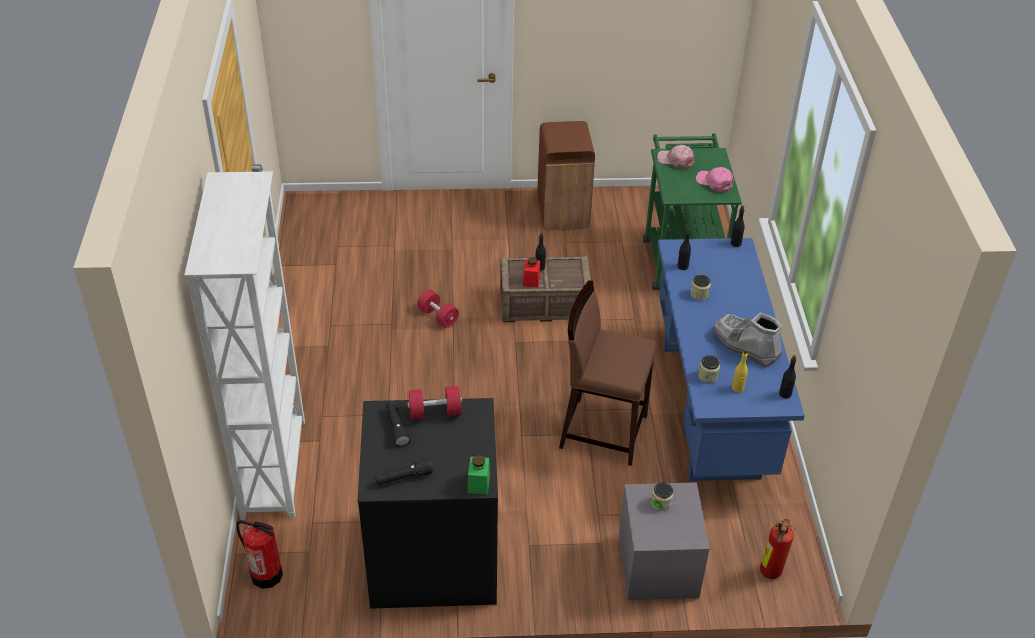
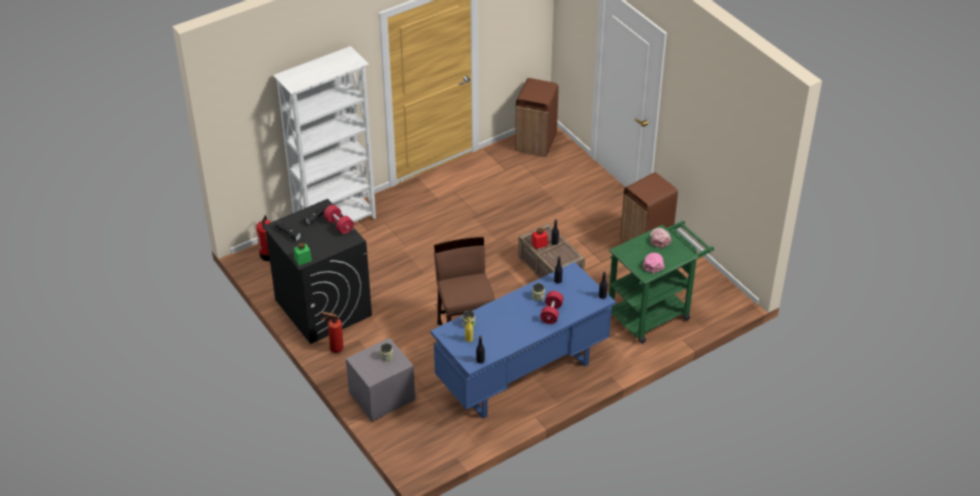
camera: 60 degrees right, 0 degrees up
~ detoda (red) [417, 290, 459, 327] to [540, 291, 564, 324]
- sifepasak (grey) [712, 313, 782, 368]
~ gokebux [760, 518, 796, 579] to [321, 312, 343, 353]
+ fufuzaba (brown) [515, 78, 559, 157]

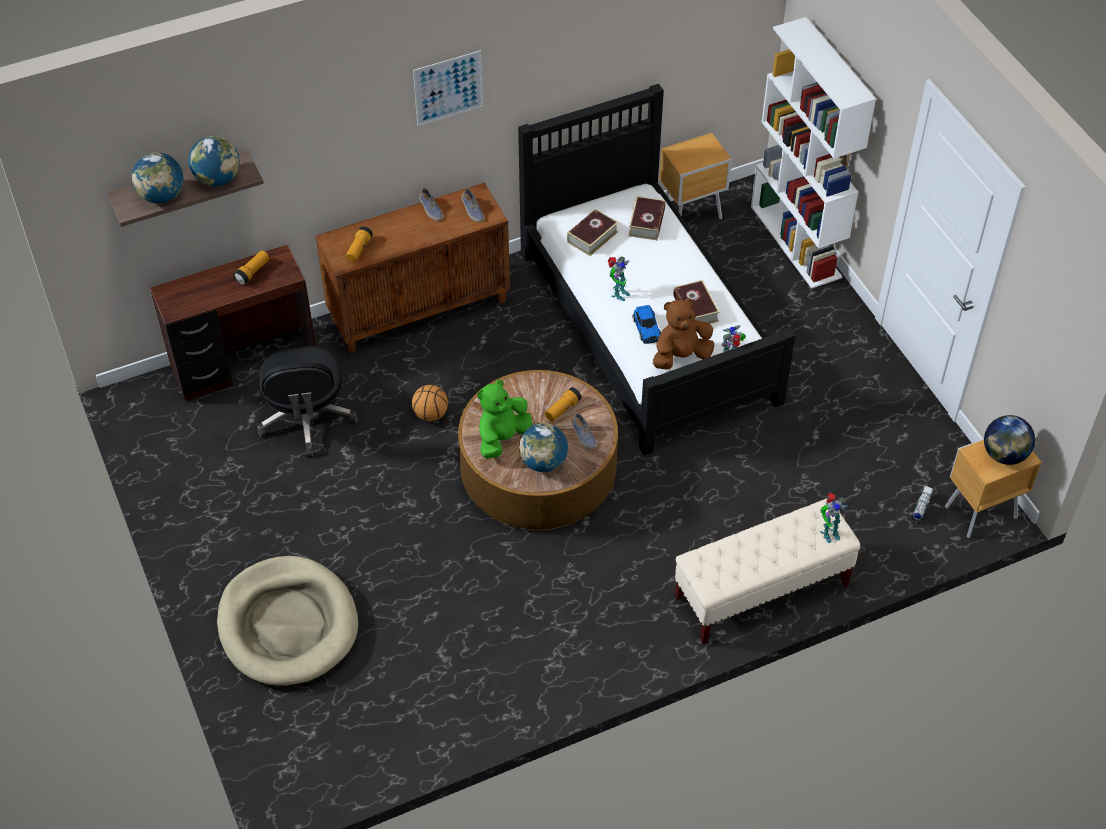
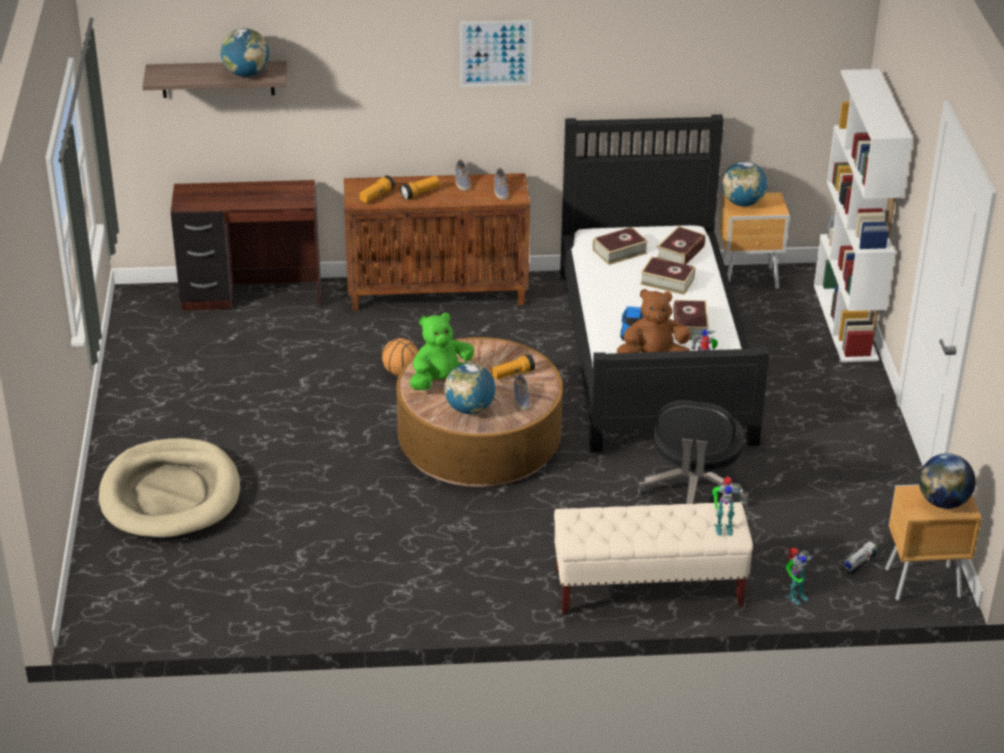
camera: 20 degrees right, 15 degrees down
~ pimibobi [132, 152, 184, 203] to [722, 161, 767, 206]
~ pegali [233, 250, 269, 285] to [400, 176, 440, 200]
~ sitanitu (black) [257, 346, 358, 457] to [637, 400, 749, 508]
~ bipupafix [608, 257, 630, 301] to [786, 547, 813, 605]
+ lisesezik [640, 257, 695, 295]

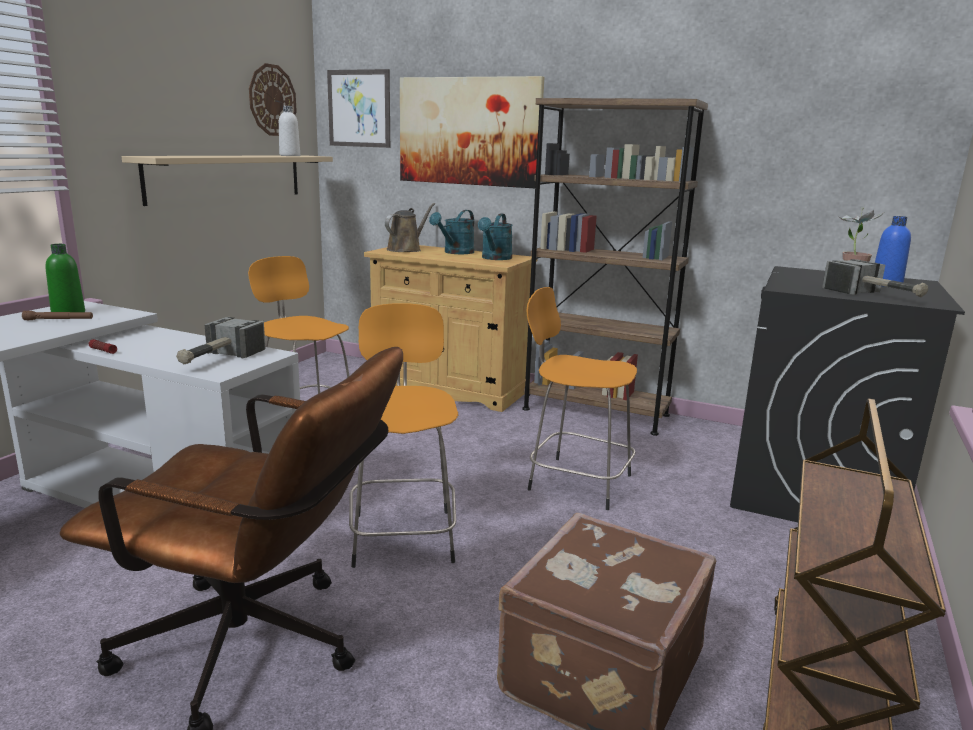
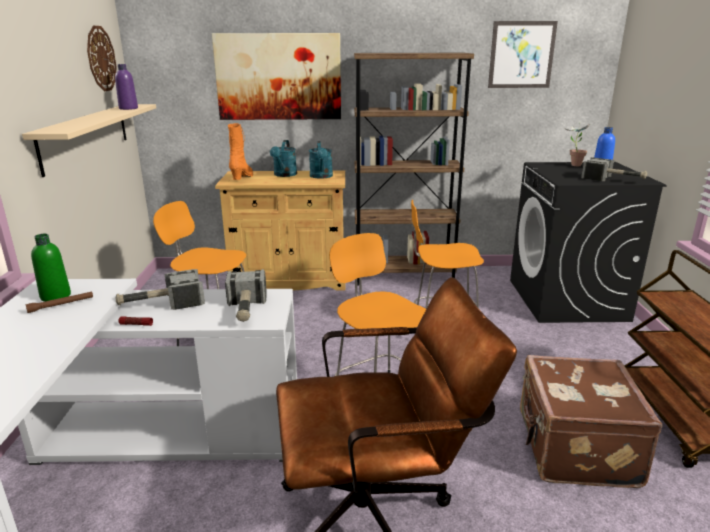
camera: 25 degrees left, 5 degrees up
~ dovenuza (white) [279, 106, 300, 156] to dovenuza (purple) [115, 64, 138, 110]
~ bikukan [327, 69, 390, 148] to [488, 21, 558, 88]
~ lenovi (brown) [385, 203, 435, 252] to sifepasak (orange) [228, 123, 253, 180]
+ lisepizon [116, 269, 205, 310]

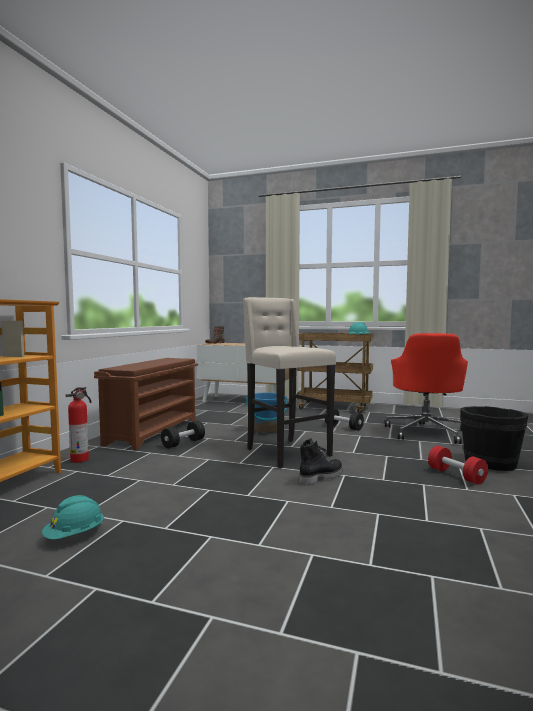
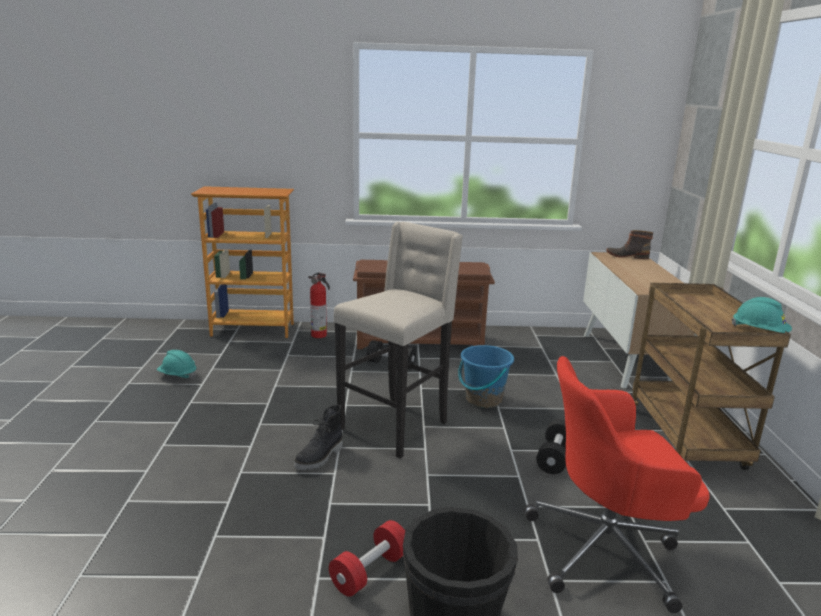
camera: 70 degrees right, 15 degrees up
~ sifepasak (black) [299, 438, 343, 486] = [294, 405, 343, 470] 90 degrees clockwise

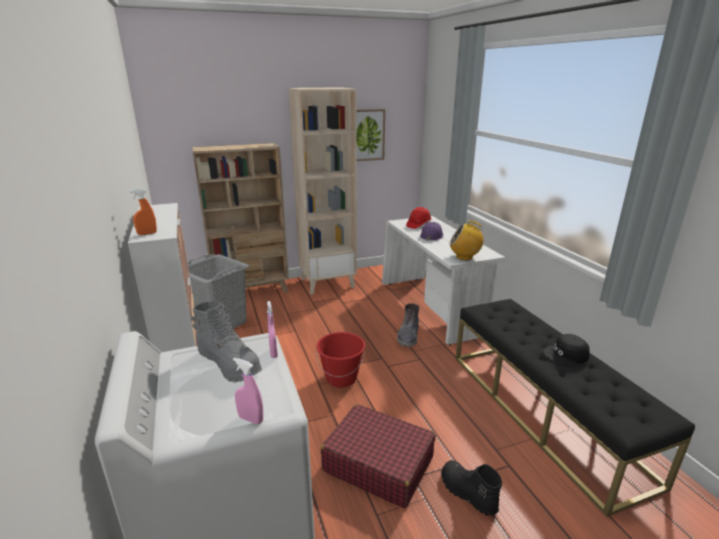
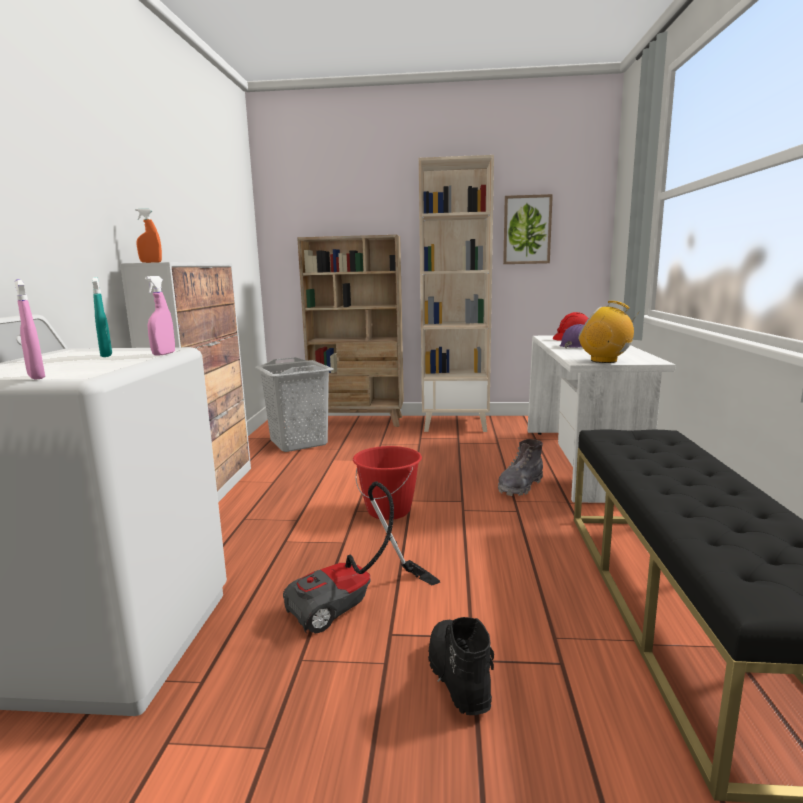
camera: 25 degrees right, 10 degrees down
~ sifepasak (grey) [191, 301, 262, 382] to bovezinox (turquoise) [92, 277, 112, 357]
~ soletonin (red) [321, 404, 436, 508] to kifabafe [283, 481, 440, 634]
- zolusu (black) [543, 334, 590, 365]

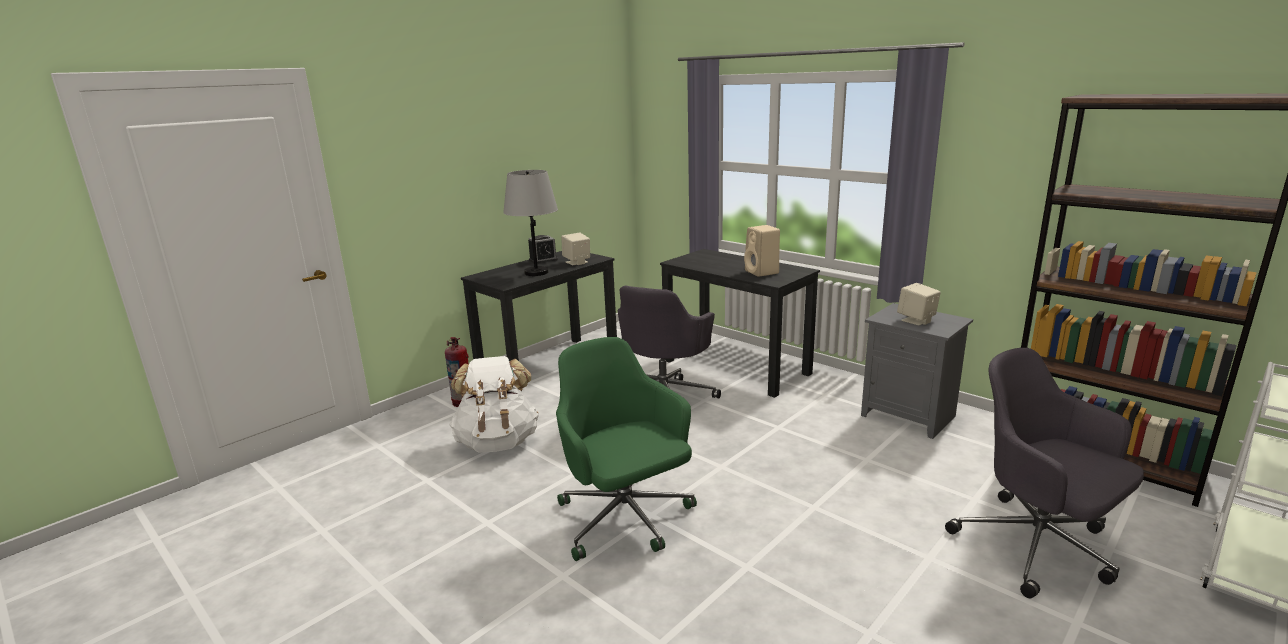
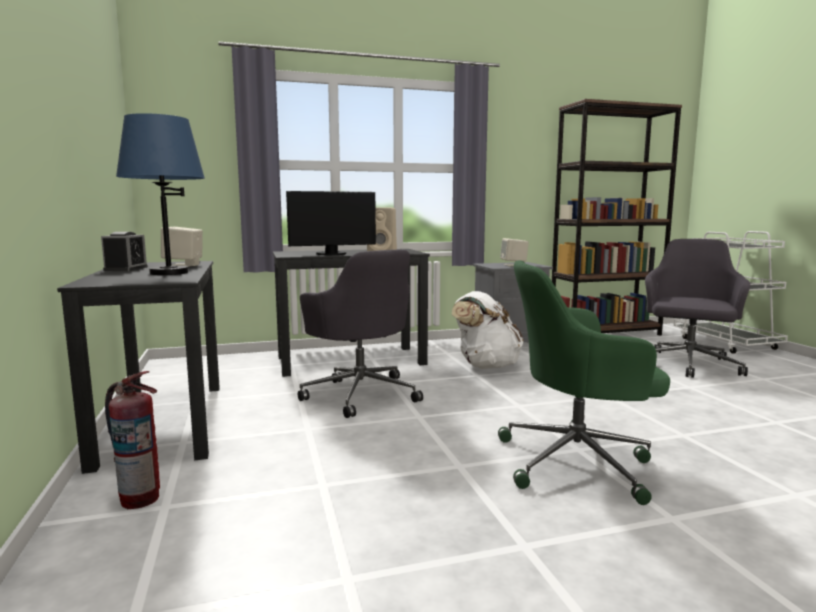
camera: 60 degrees left, 10 degrees down
~ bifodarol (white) [449, 356, 539, 453] to [452, 291, 524, 369]
~ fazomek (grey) [503, 170, 558, 276] to fazomek (blue) [116, 113, 205, 275]
~ sitanitu (grey) [945, 348, 1144, 598] = [645, 239, 750, 378] 120 degrees clockwise
+ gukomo [286, 191, 376, 255]

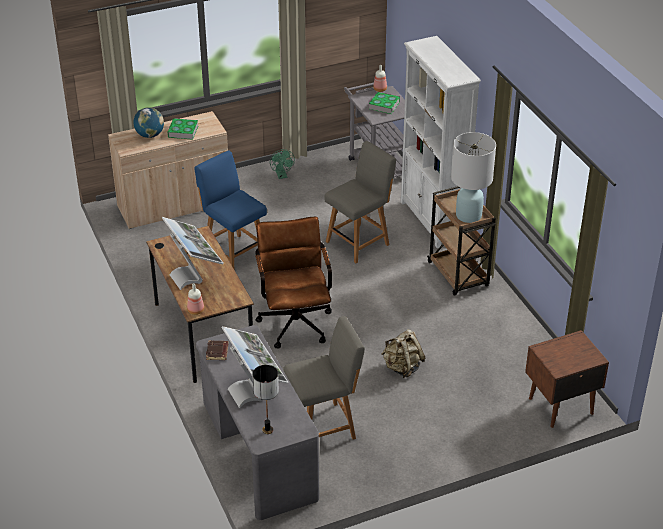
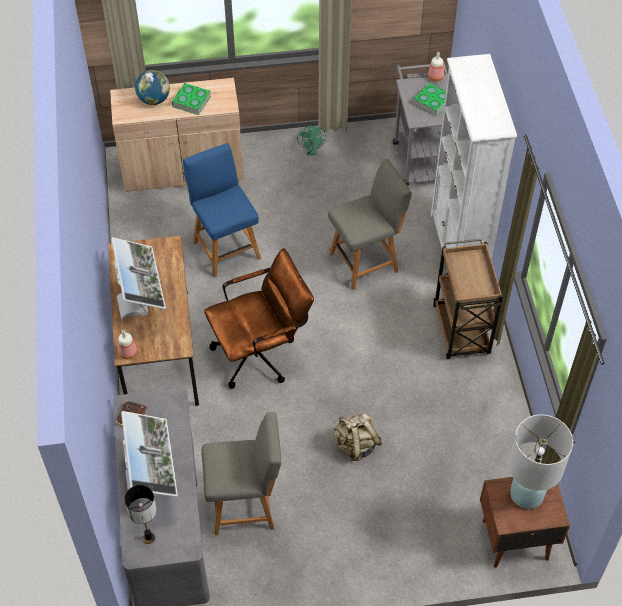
camera: 15 degrees right, 15 degrees up
~ sitanitu (brown) [255, 216, 332, 349] = [204, 248, 314, 389] 60 degrees clockwise
~ fazomek (white) [451, 132, 496, 223] to [508, 414, 573, 509]

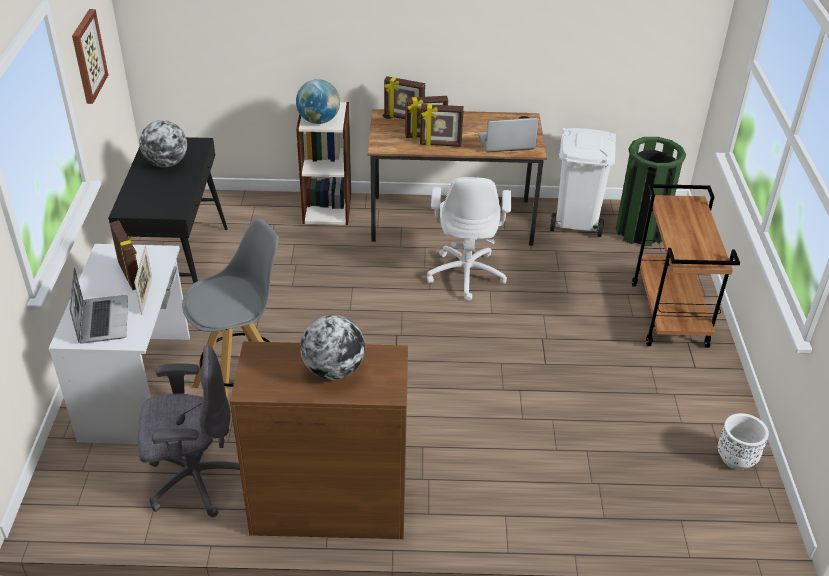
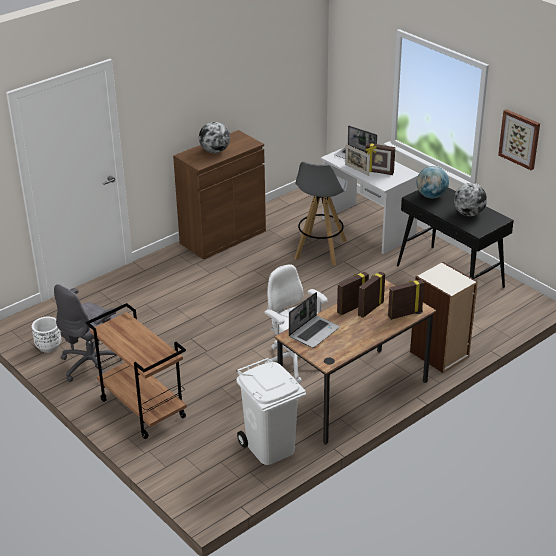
camera: 140 degrees right, 5 degrees down
~ sitanitu (grey) [138, 345, 240, 517] to [54, 284, 121, 382]
~ pimibobi [296, 79, 340, 124] to [416, 166, 449, 198]
- fufuzaba (green) [616, 137, 686, 246]

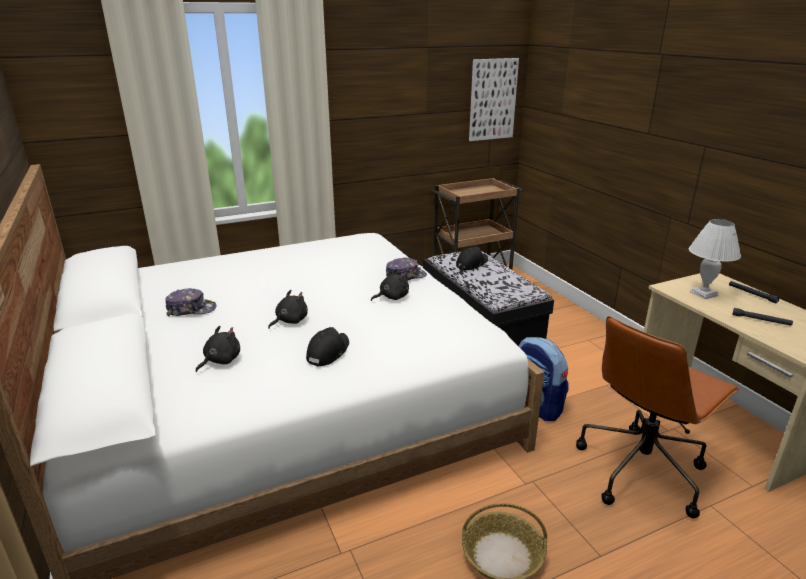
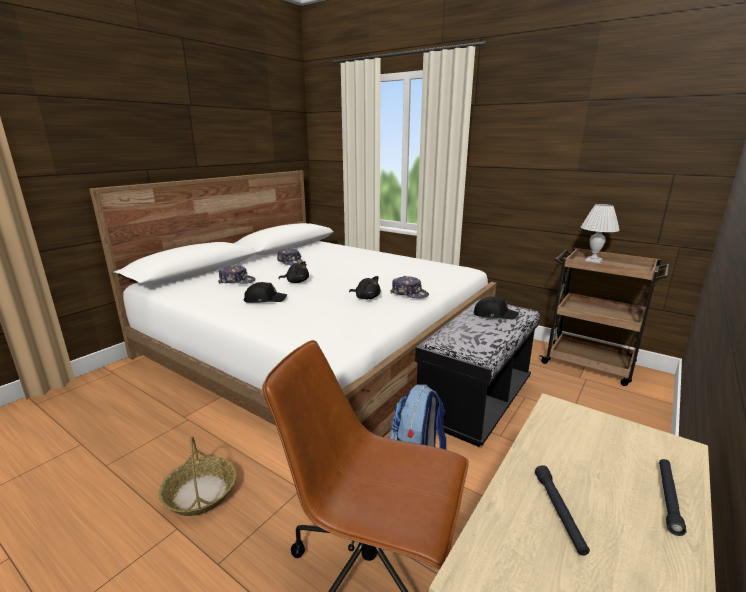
camera: 60 degrees right, 5 degrees down
~ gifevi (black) [195, 326, 240, 372] to zolusu [218, 265, 255, 284]
- bikukan [469, 58, 519, 141]
~ fazomek (white) [689, 219, 741, 299] to [581, 204, 620, 263]

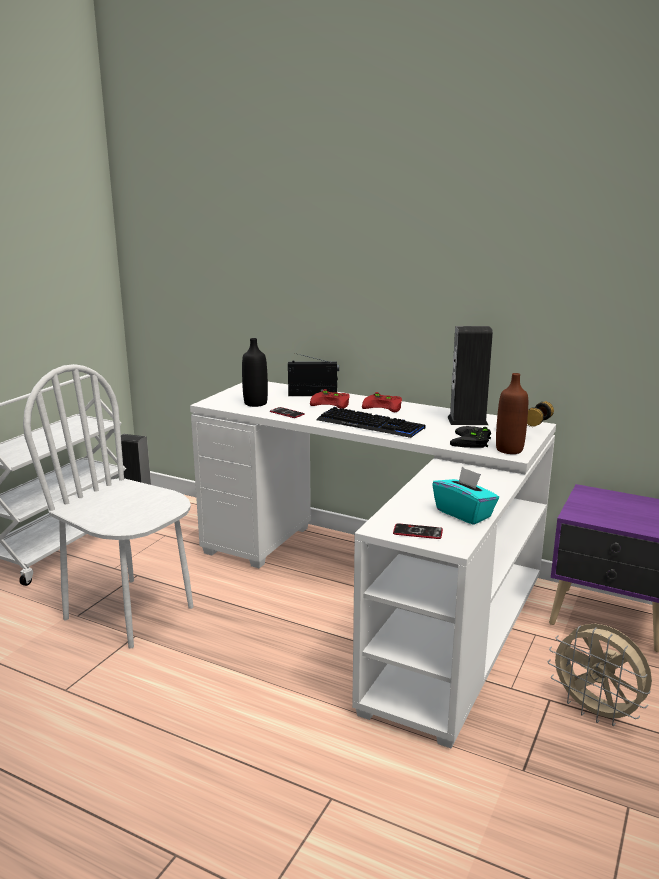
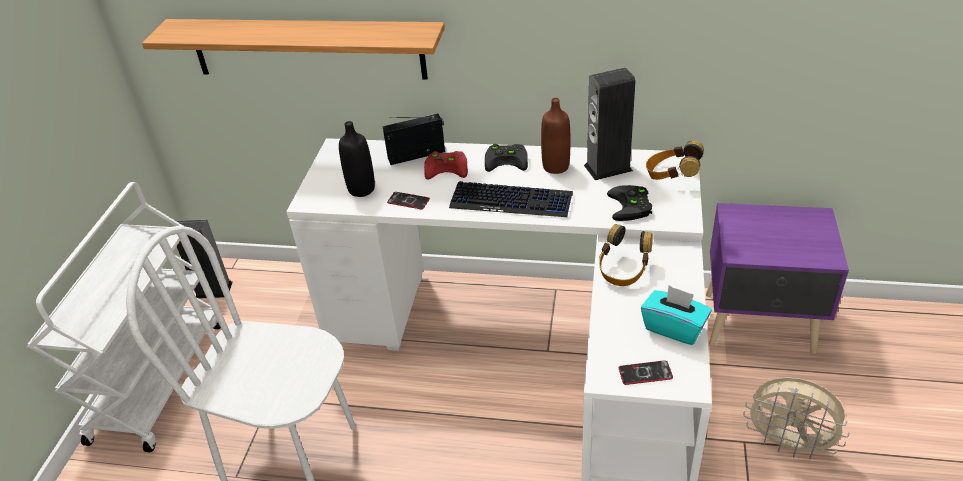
camera: 15 degrees left, 20 degrees up
~ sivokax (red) [362, 392, 402, 412] to sivokax (black) [485, 144, 528, 172]
~ dovenuza (brown) [496, 373, 528, 454] to [541, 98, 570, 174]
+ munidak [142, 19, 445, 80]
+ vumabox [599, 224, 653, 286]

